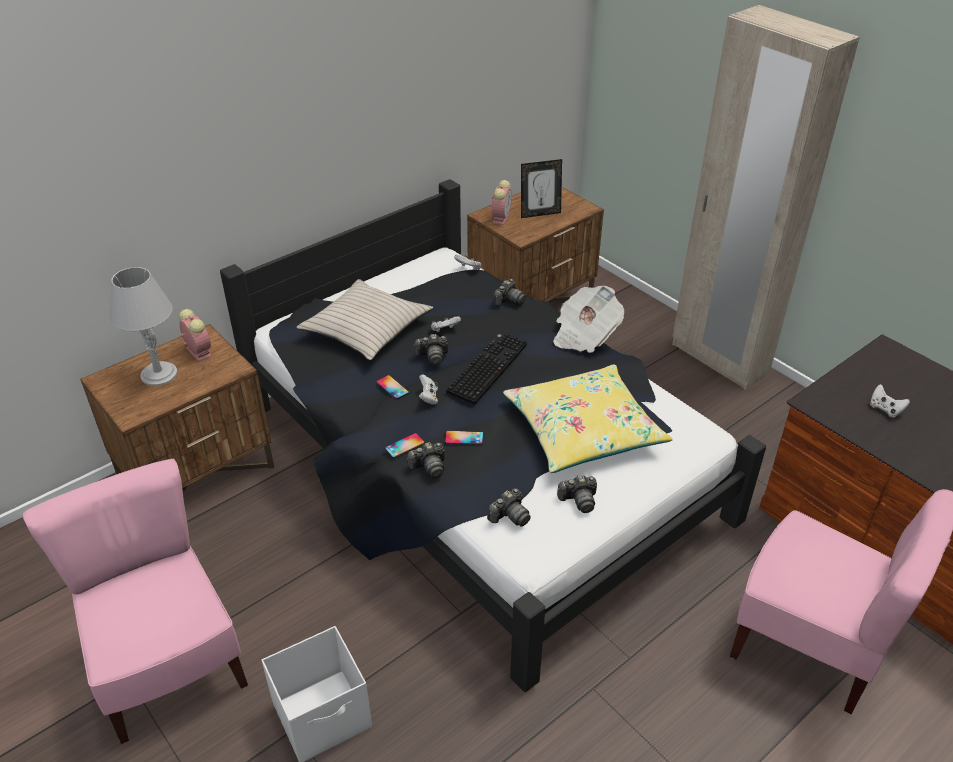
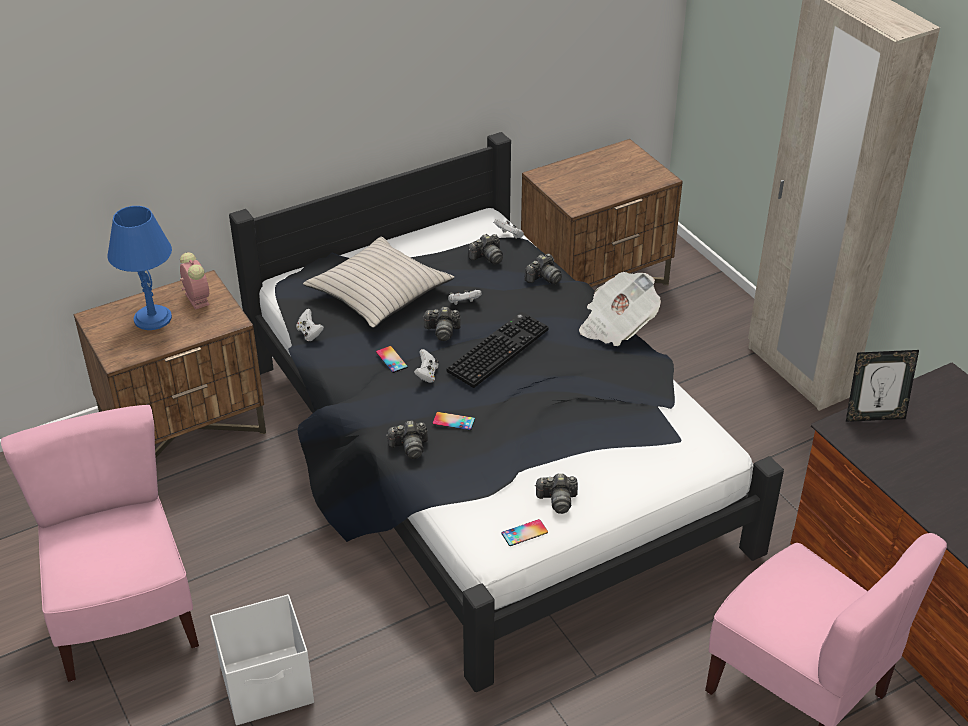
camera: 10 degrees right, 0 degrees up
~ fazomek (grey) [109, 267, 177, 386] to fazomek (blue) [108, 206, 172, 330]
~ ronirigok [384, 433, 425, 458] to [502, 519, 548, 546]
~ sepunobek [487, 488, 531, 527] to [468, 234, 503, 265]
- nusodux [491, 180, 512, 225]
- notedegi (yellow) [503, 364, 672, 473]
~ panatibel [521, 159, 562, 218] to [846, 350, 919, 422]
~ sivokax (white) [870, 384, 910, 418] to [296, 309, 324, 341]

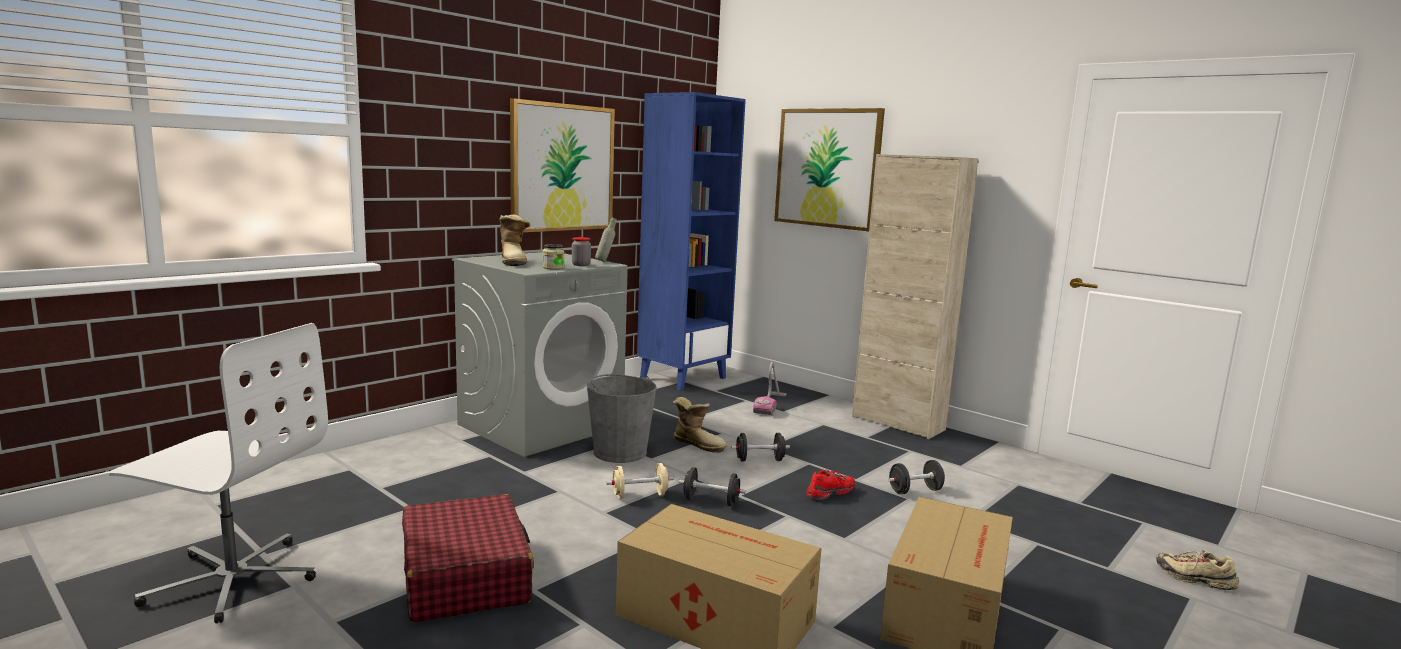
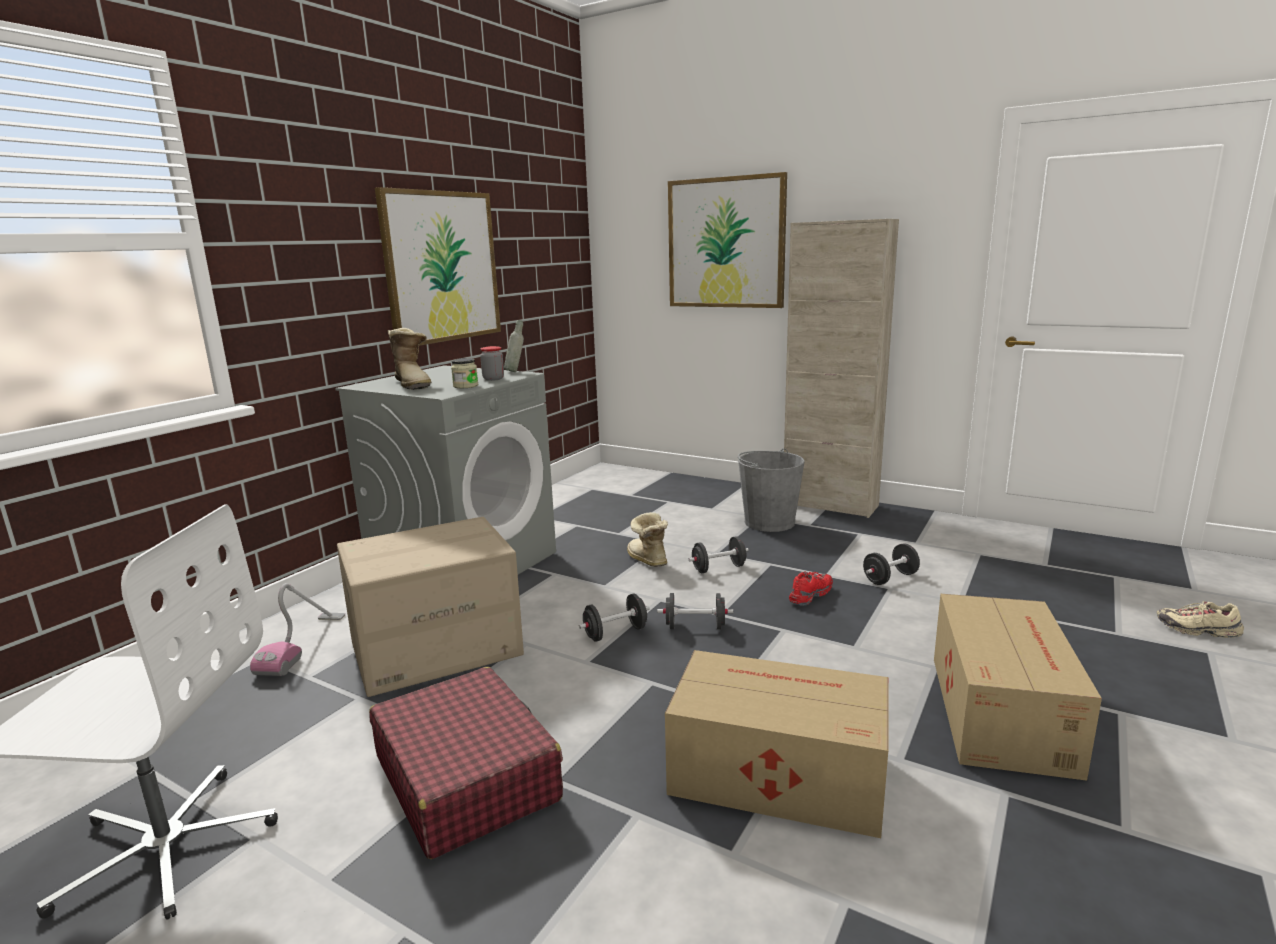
camera: 10 degrees left, 5 degrees up
~ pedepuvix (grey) [587, 374, 657, 463] to [738, 448, 805, 532]
~ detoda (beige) [606, 463, 674, 499] to detoda (black) [579, 594, 650, 642]
- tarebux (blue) [637, 92, 746, 391]
~ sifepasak [673, 397, 727, 453] = [627, 512, 668, 567] 135 degrees counterclockwise
~ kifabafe [753, 362, 787, 416] to [250, 583, 345, 676]
+ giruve [337, 517, 524, 697]

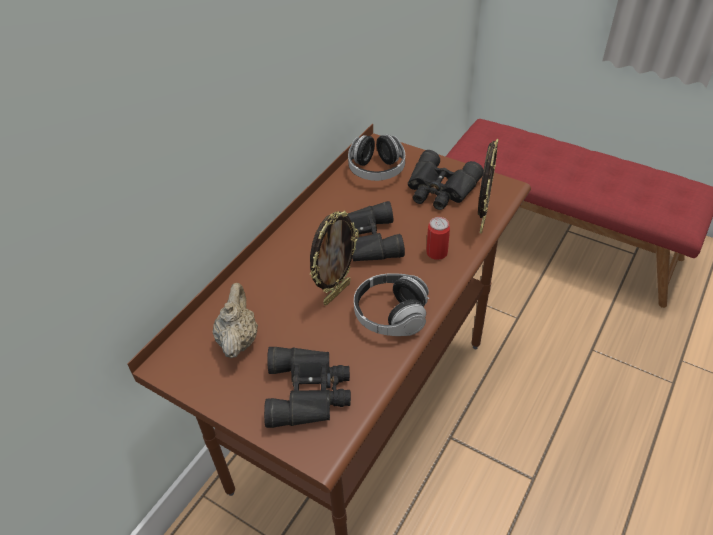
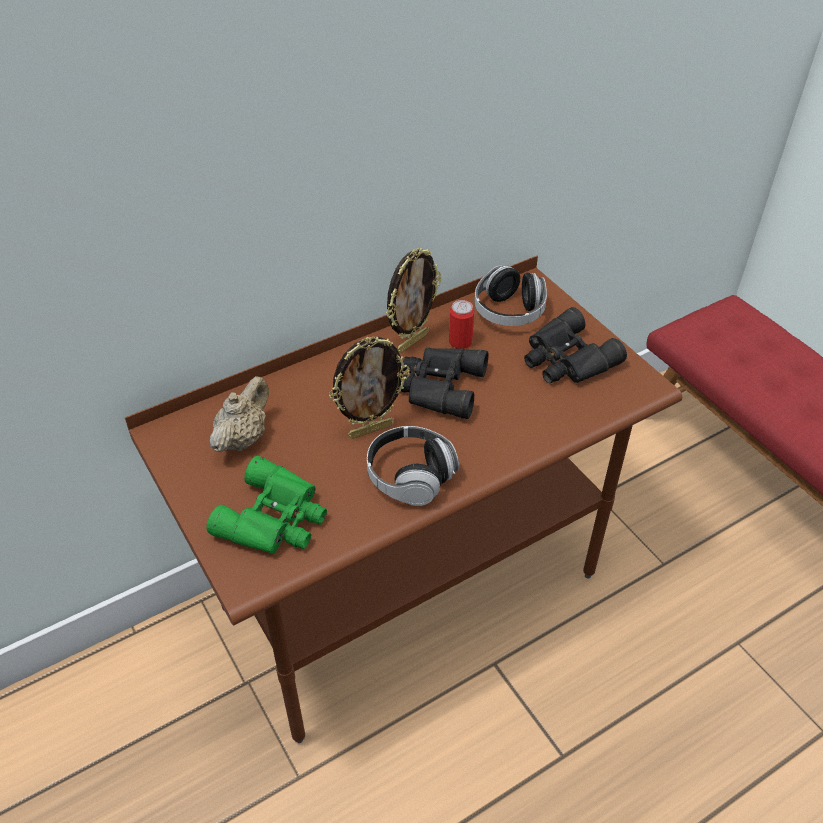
camera: 25 degrees right, 0 degrees up
~ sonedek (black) [264, 347, 351, 428] to sonedek (green) [206, 456, 327, 554]
~ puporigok [426, 217, 450, 260] to [449, 300, 474, 349]
~ panatibel [478, 139, 499, 233] to [386, 248, 441, 353]

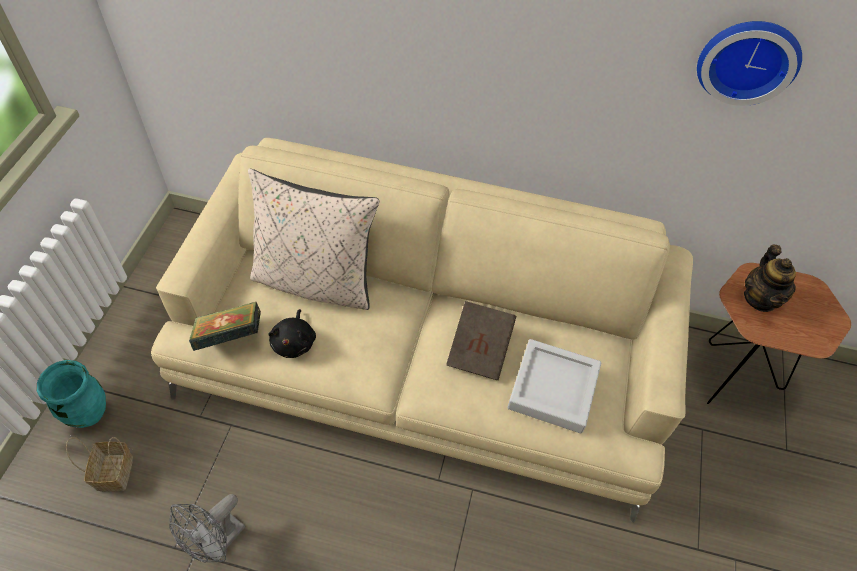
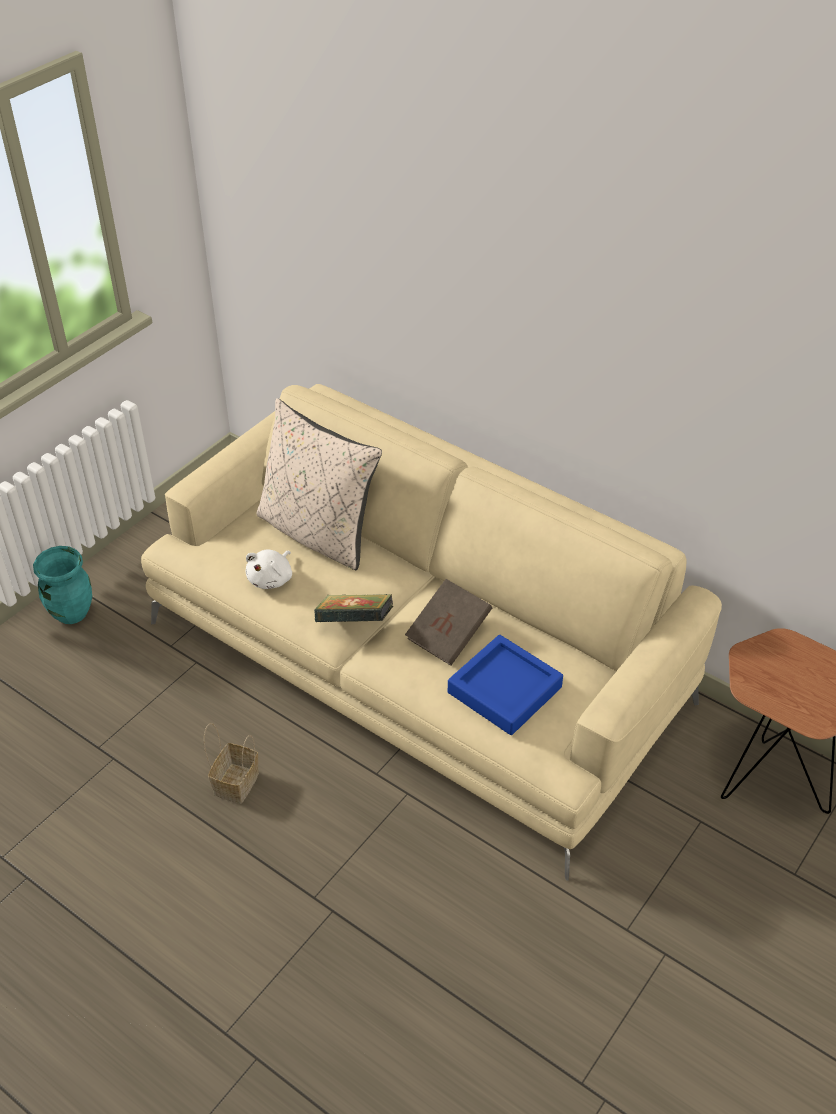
camera: 25 degrees right, 10 degrees down
~ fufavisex [66, 437, 133, 492] to [204, 723, 259, 804]
- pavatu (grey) [169, 494, 245, 563]
~ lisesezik [189, 302, 261, 351] to [314, 594, 393, 622]
~ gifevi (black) [268, 309, 316, 358] to gifevi (white) [246, 550, 292, 589]
~ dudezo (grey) [508, 339, 601, 434] to dudezo (blue) [448, 635, 563, 735]
- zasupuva [697, 21, 802, 106]
- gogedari [744, 245, 796, 312]

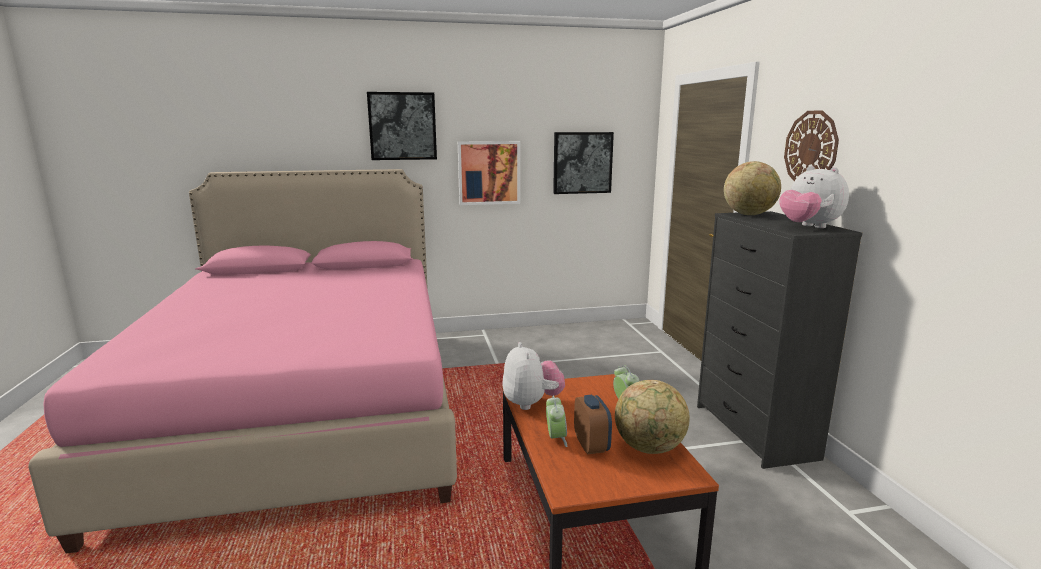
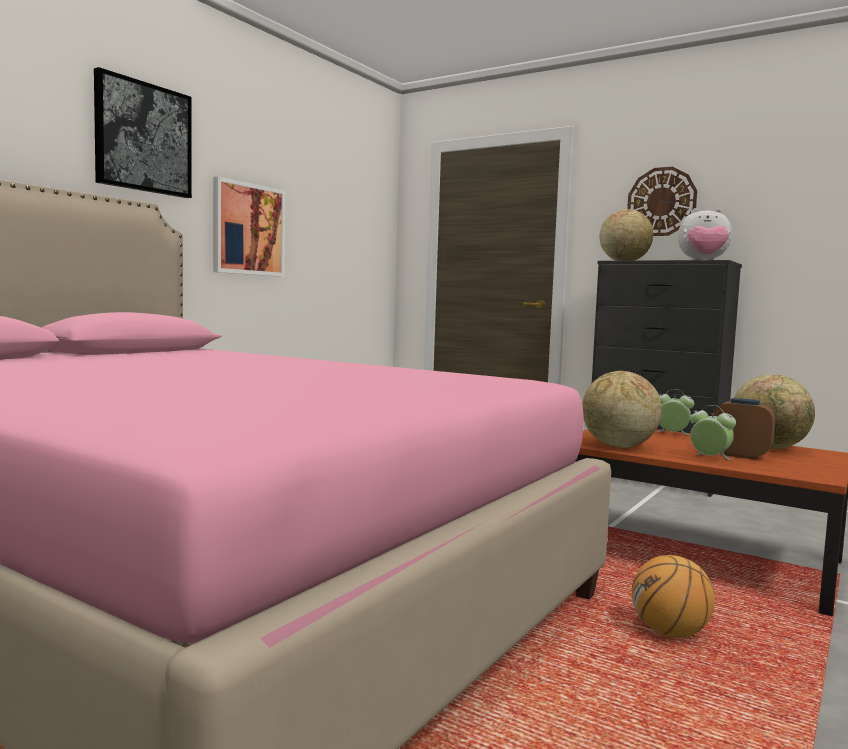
camera: 45 degrees left, 10 degrees down
~ gifevi [502, 342, 565, 410] to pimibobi [582, 371, 662, 448]
- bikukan [553, 132, 614, 194]
+ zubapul [632, 555, 715, 637]

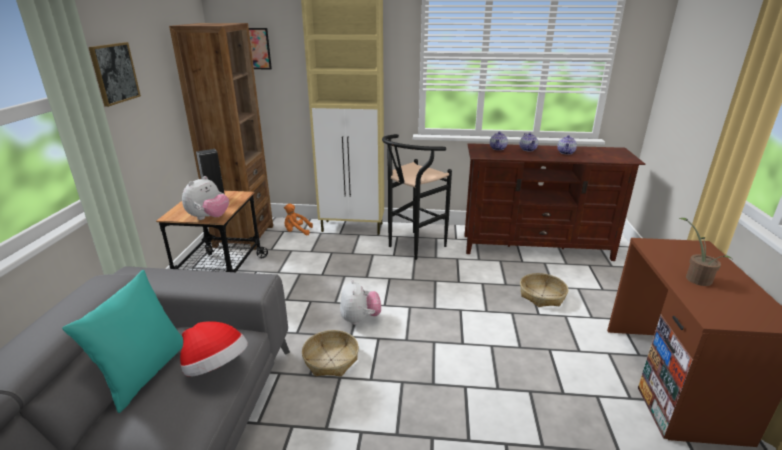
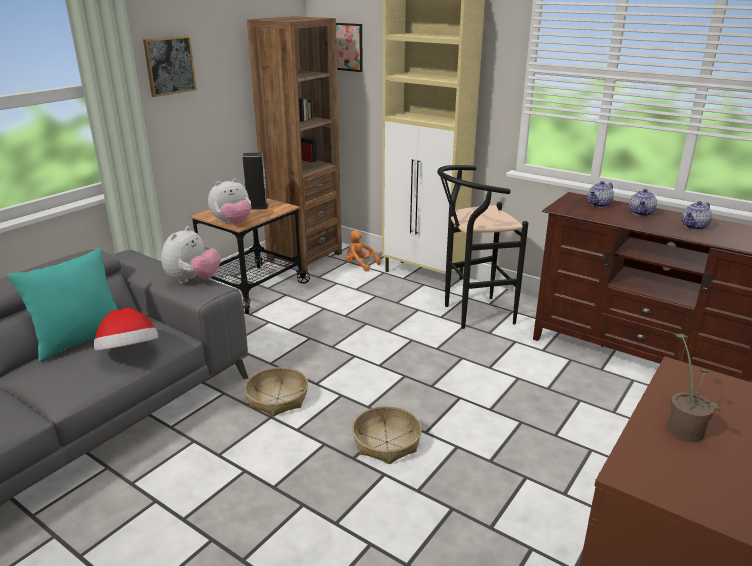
camera: 30 degrees right, 0 degrees up
~ gifevi [340, 280, 381, 325] to [161, 226, 221, 284]
~ fufavisex [520, 273, 568, 307] to [352, 406, 422, 464]

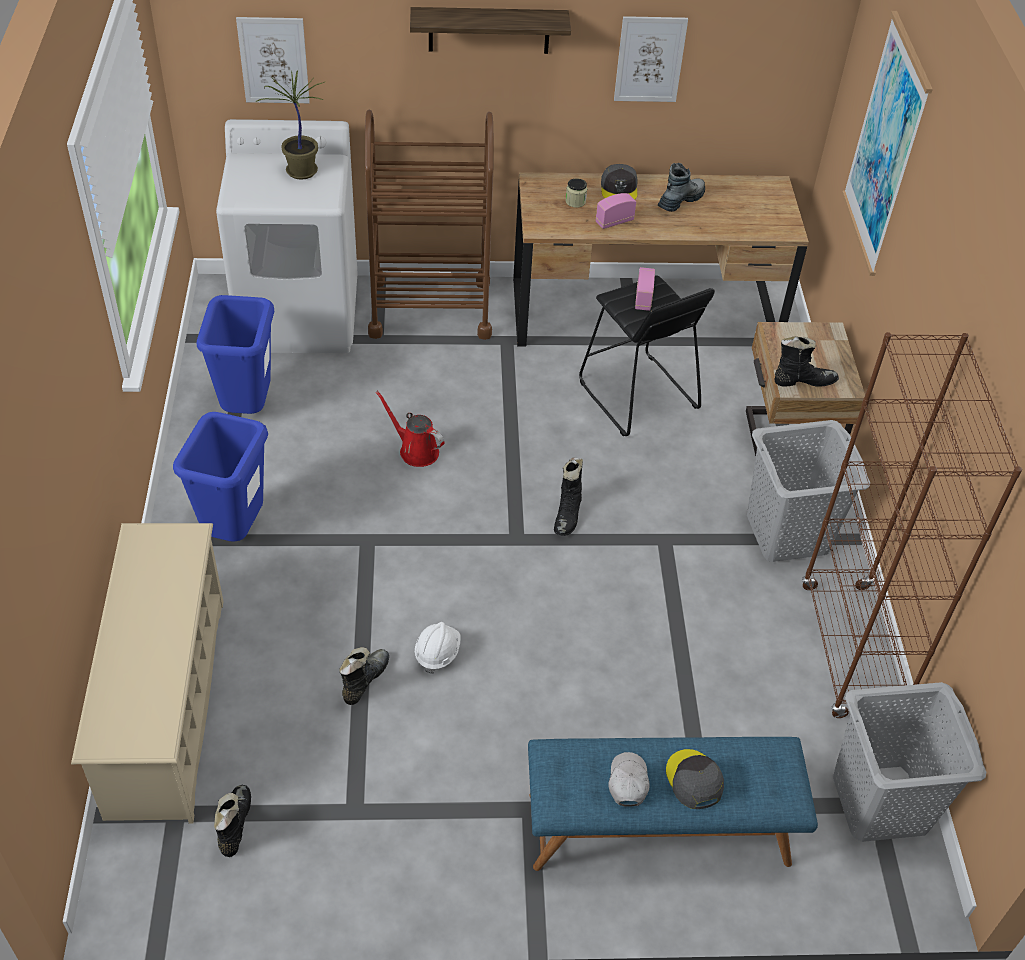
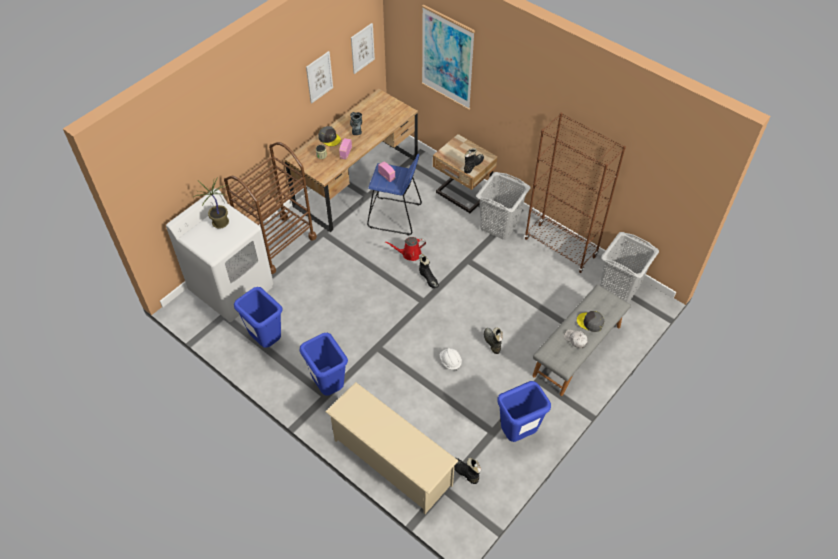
camera: 45 degrees left, 5 degrees up
~ bikukan [236, 17, 310, 103] to [351, 23, 375, 74]
~ sifepasak (black) [339, 647, 389, 705] to [484, 327, 503, 354]
~ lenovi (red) [375, 391, 445, 467] to [385, 237, 426, 261]
- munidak [410, 7, 571, 54]
~ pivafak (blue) [528, 737, 818, 871] to pivafak (grey) [532, 285, 631, 396]
~ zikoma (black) [579, 275, 715, 436] to zikoma (blue) [367, 154, 422, 235]
+ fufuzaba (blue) [497, 381, 551, 442]

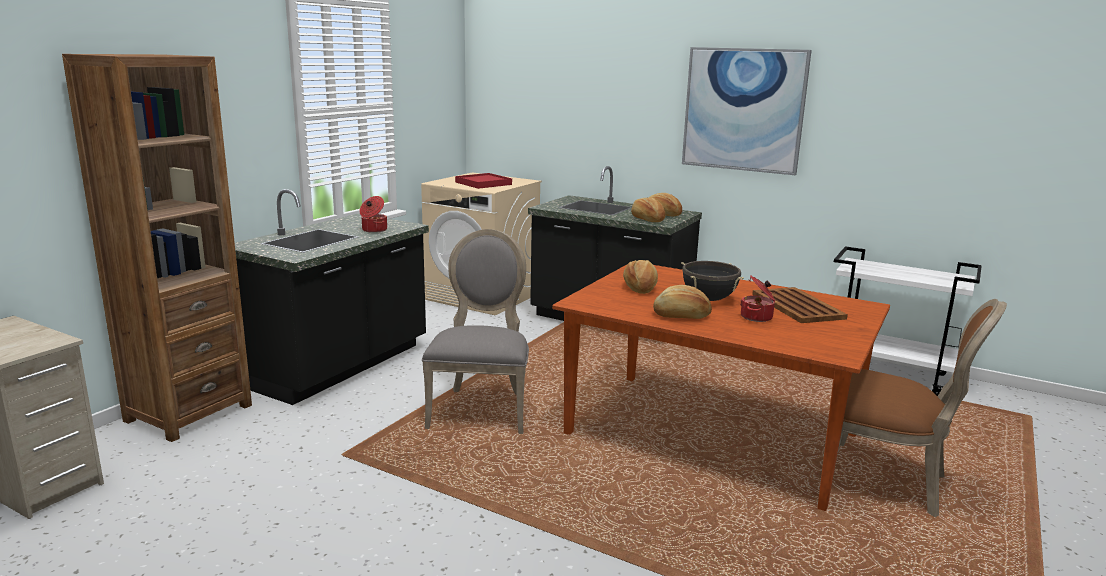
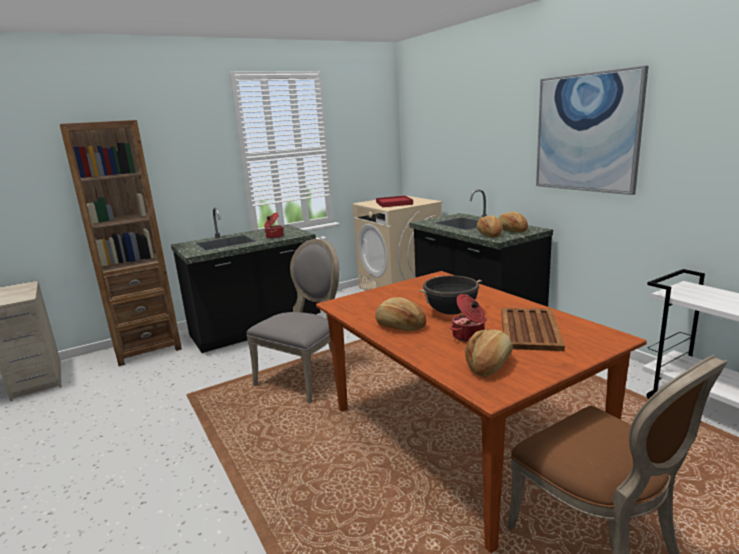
camera: 30 degrees right, 0 degrees up
~ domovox [623, 260, 658, 294] to [465, 329, 513, 377]

